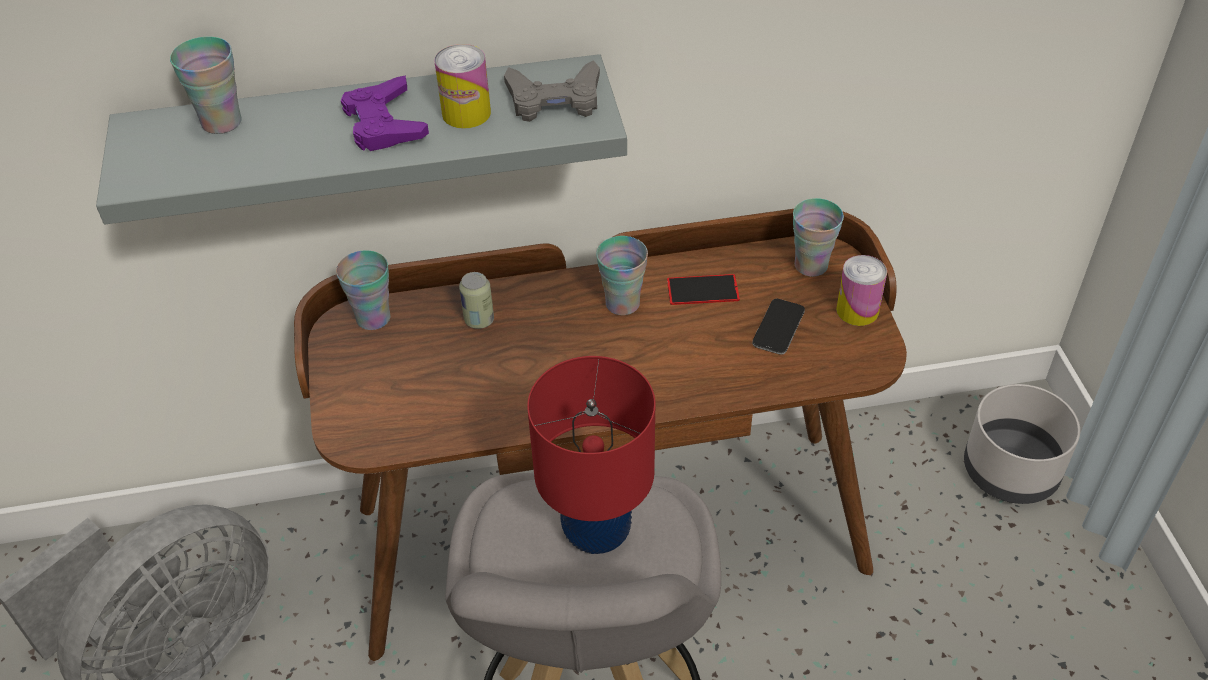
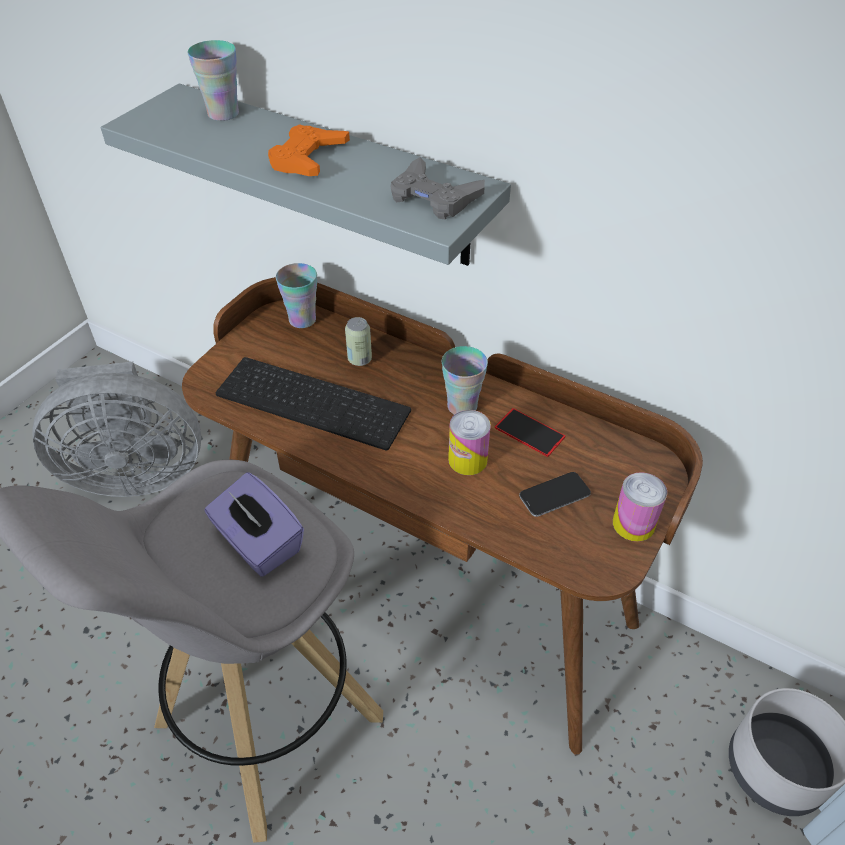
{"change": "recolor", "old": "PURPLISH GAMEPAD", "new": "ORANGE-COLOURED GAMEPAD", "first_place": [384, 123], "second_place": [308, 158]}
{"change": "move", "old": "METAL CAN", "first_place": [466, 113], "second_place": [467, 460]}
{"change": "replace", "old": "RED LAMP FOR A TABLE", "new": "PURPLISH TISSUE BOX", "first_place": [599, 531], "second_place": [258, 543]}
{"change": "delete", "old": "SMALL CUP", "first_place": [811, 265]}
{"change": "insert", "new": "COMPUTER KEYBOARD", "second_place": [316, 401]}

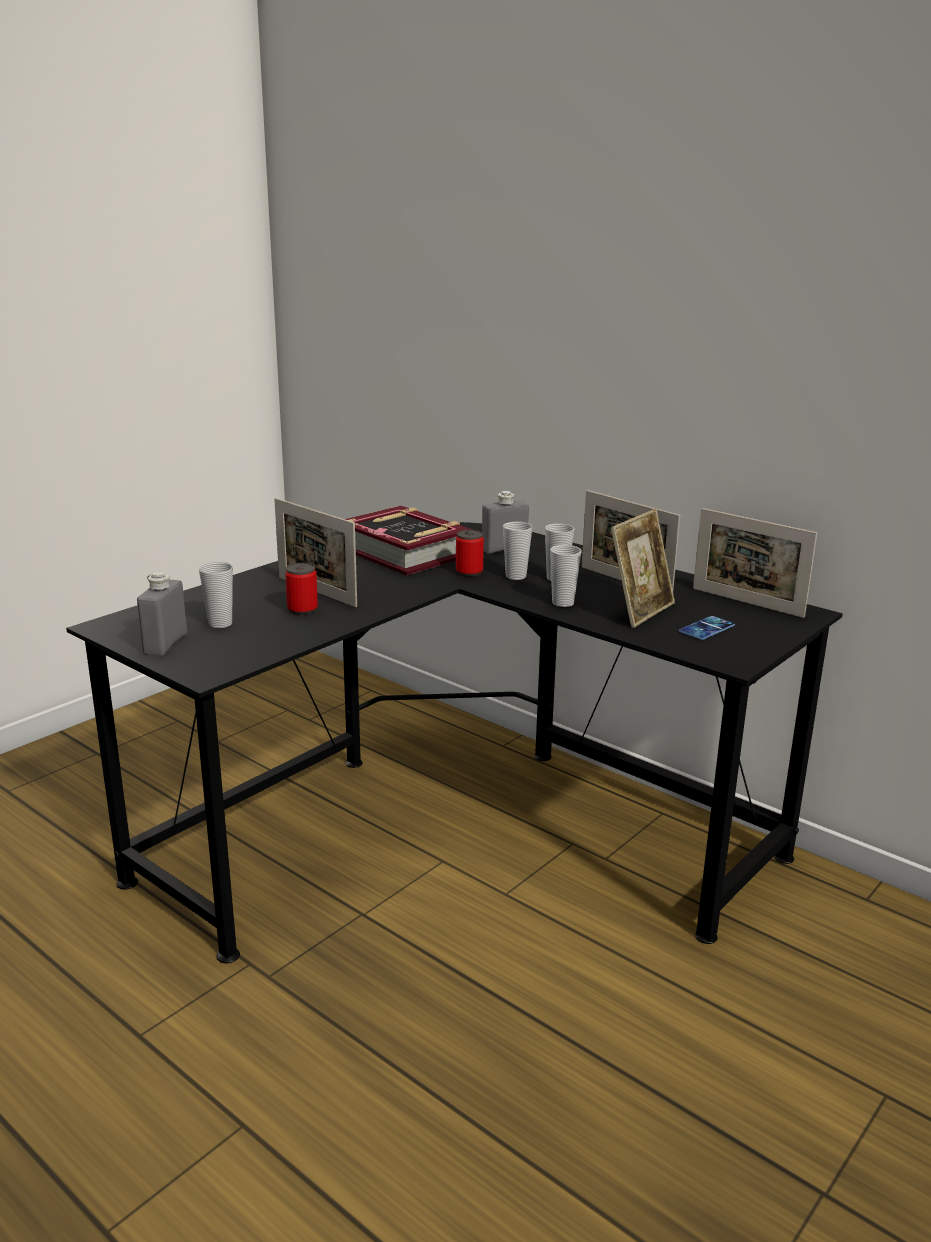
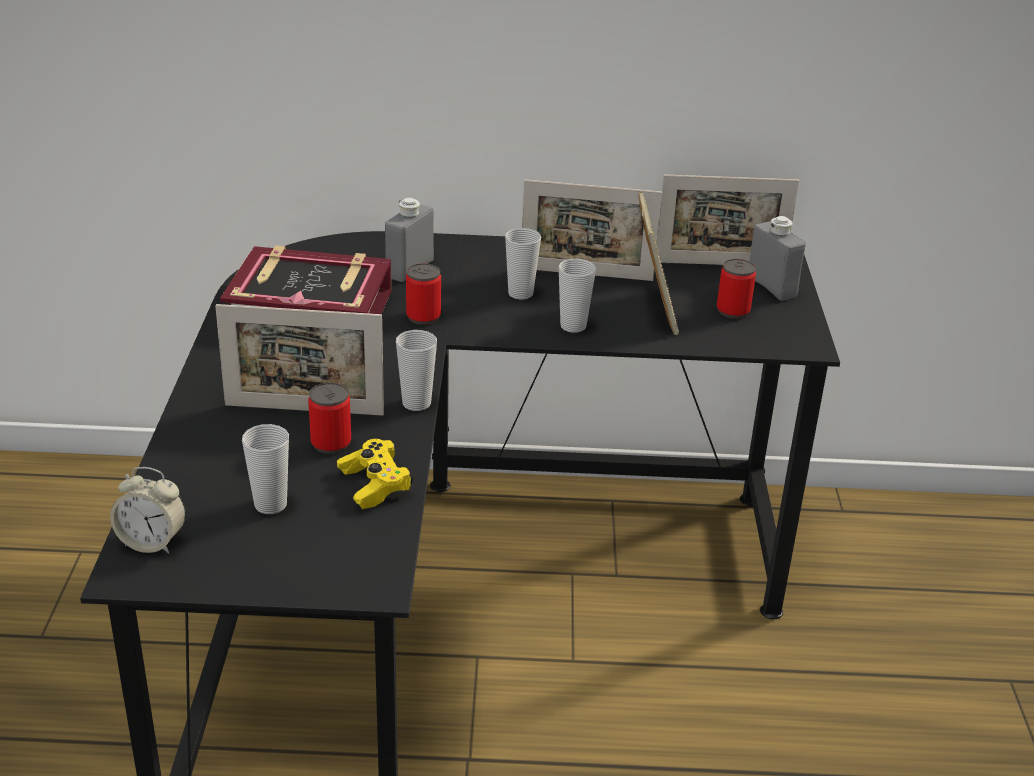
{"change": "move", "old": "GREYISH DRINK BOTTLE", "first_place": [165, 644], "second_place": [771, 287]}
{"change": "move", "old": "SMALL CUP", "first_place": [516, 576], "second_place": [416, 403]}
{"change": "replace", "old": "HANDSET", "new": "METAL CAN", "first_place": [707, 628], "second_place": [733, 311]}
{"change": "insert", "new": "ALARM CLOCK", "second_place": [152, 542]}
{"change": "insert", "new": "YELLOW-COLOURED GAMEPAD", "second_place": [374, 485]}

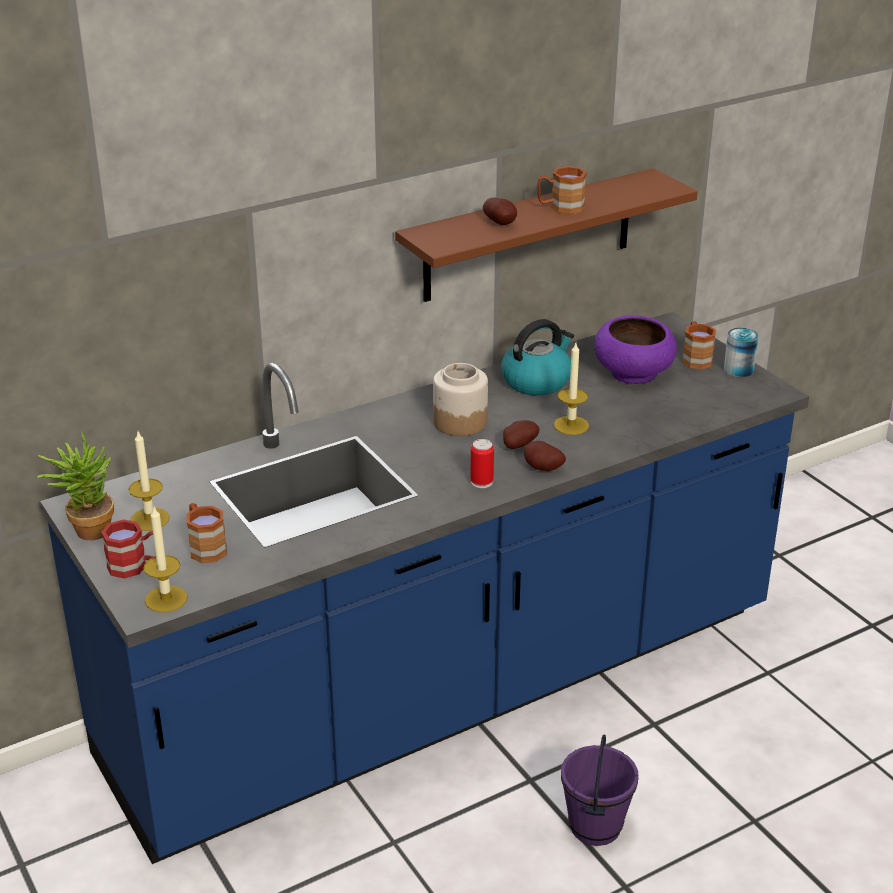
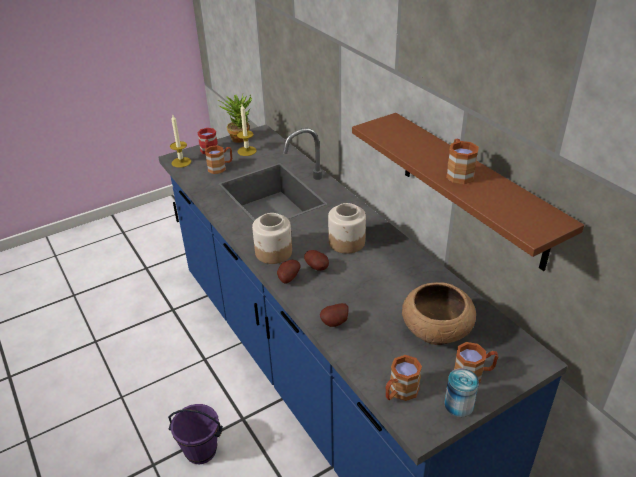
{"change": "replace", "old": "METAL CAN", "new": "JAR", "first_place": [481, 482], "second_place": [273, 252]}
{"change": "move", "old": "POTATO", "first_place": [501, 224], "second_place": [336, 323]}
{"change": "delete", "old": "KETTLE", "first_place": [537, 381]}
{"change": "delete", "old": "WAX LIGHT", "first_place": [571, 425]}
{"change": "recolor", "old": "PURPLISH BOWL", "new": "BROWN BOWL", "first_place": [634, 372], "second_place": [436, 331]}
{"change": "insert", "new": "BROWN MUG", "second_place": [400, 392]}

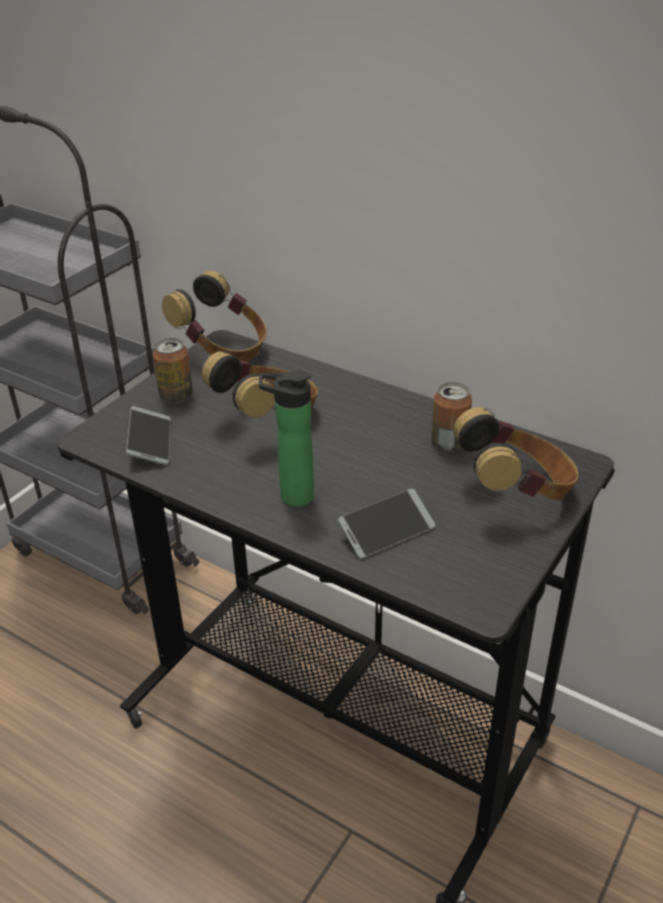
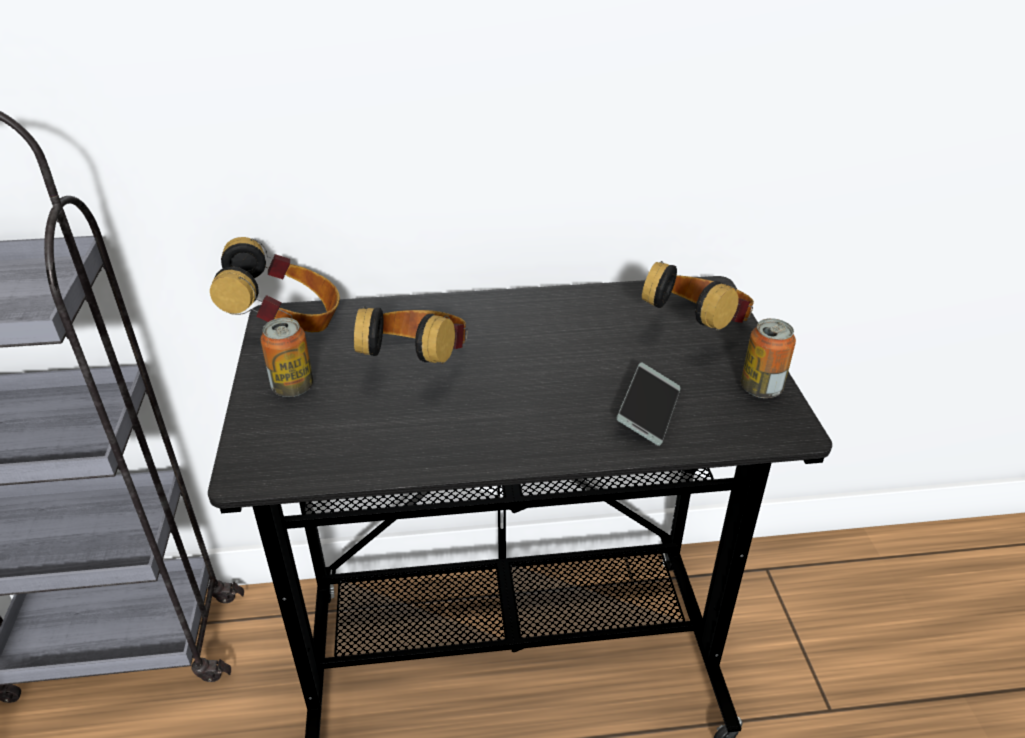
{"change": "delete", "old": "HANDSET", "first_place": [150, 442]}
{"change": "delete", "old": "DRINK BOTTLE", "first_place": [291, 496]}
{"change": "move", "old": "METAL CAN", "first_place": [449, 443], "second_place": [761, 388]}

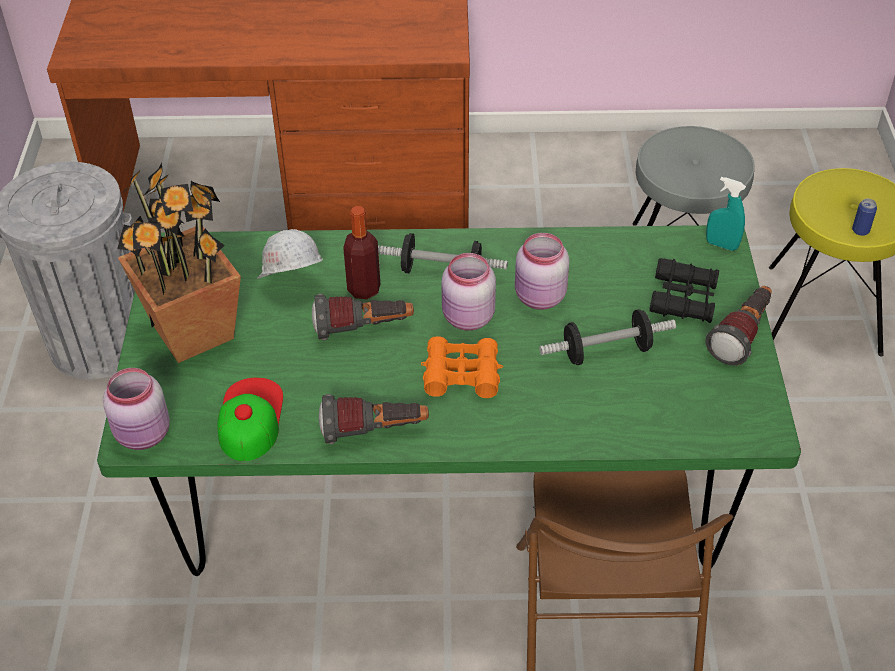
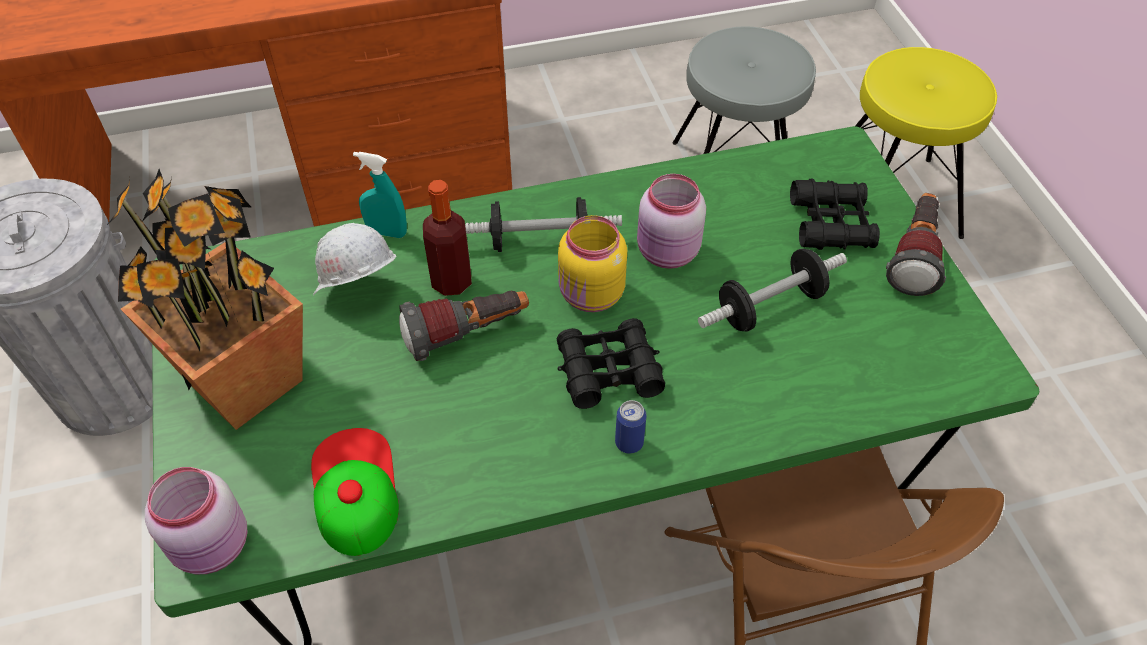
{"change": "delete", "old": "HAND TORCH", "first_place": [374, 432]}
{"change": "recolor", "old": "ORANGE-COLOURED FIELD GLASSES", "new": "BLACK FIELD GLASSES", "first_place": [461, 374], "second_place": [608, 371]}
{"change": "recolor", "old": "PINKISH JAR", "new": "YELLOW-COLOURED JAR", "first_place": [467, 318], "second_place": [591, 296]}
{"change": "move", "old": "TURQUOISE HAND SPRAYER", "first_place": [721, 245], "second_place": [387, 232]}
{"change": "move", "old": "METAL CAN", "first_place": [860, 231], "second_place": [629, 443]}

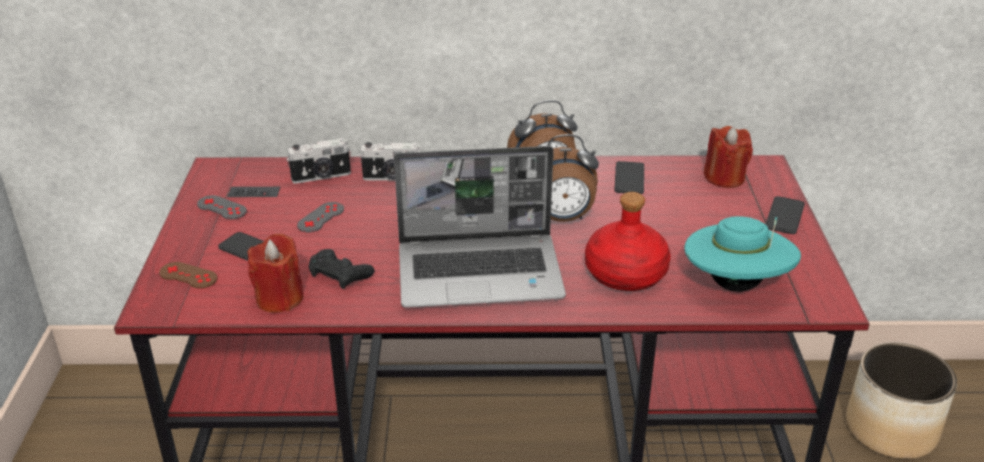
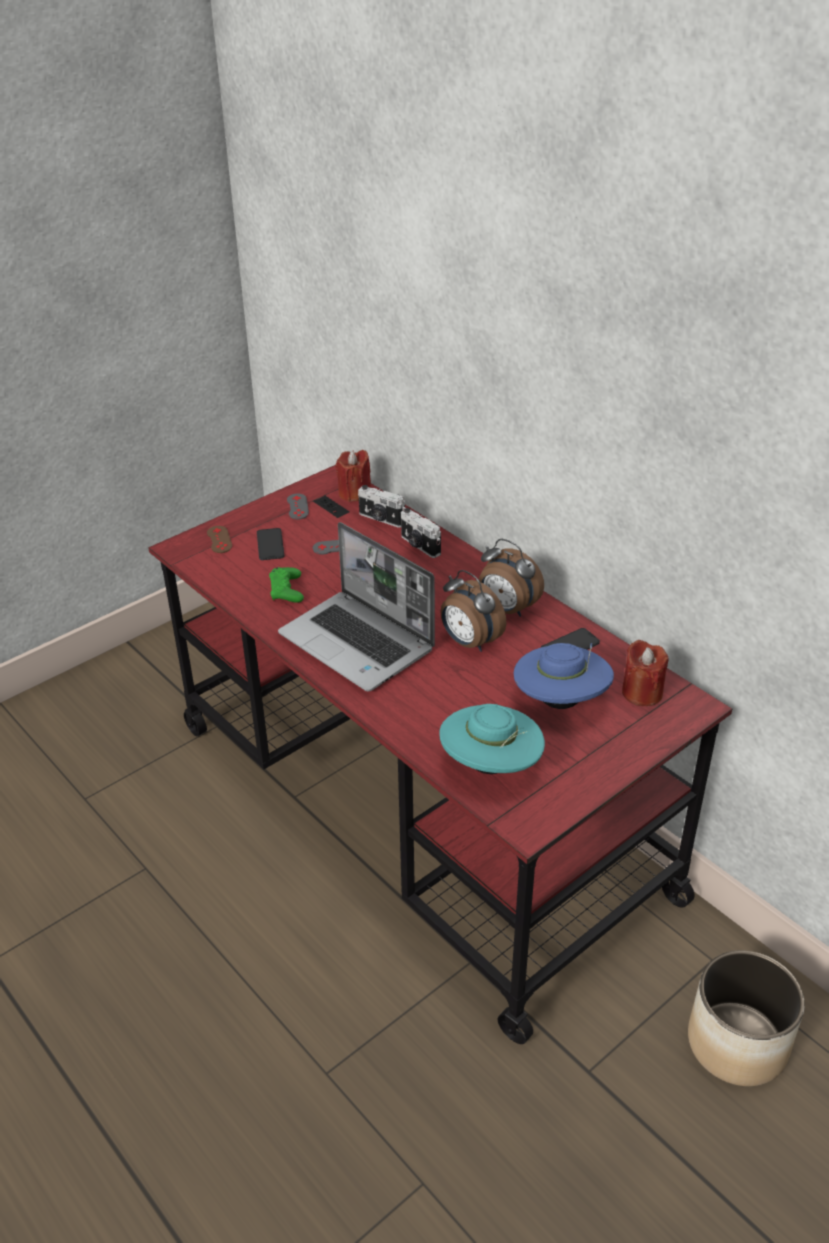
{"change": "move", "old": "RED WAX LIGHT", "first_place": [279, 298], "second_place": [354, 493]}
{"change": "recolor", "old": "BLACK GAMEPAD", "new": "GREEN-COLOURED GAMEPAD", "first_place": [340, 274], "second_place": [286, 590]}
{"change": "delete", "old": "RED DRINK BOTTLE", "first_place": [626, 274]}
{"change": "delete", "old": "HANDSET", "first_place": [784, 216]}
{"change": "insert", "new": "BLUE-COLOURED CLOTHING HAT", "second_place": [560, 701]}

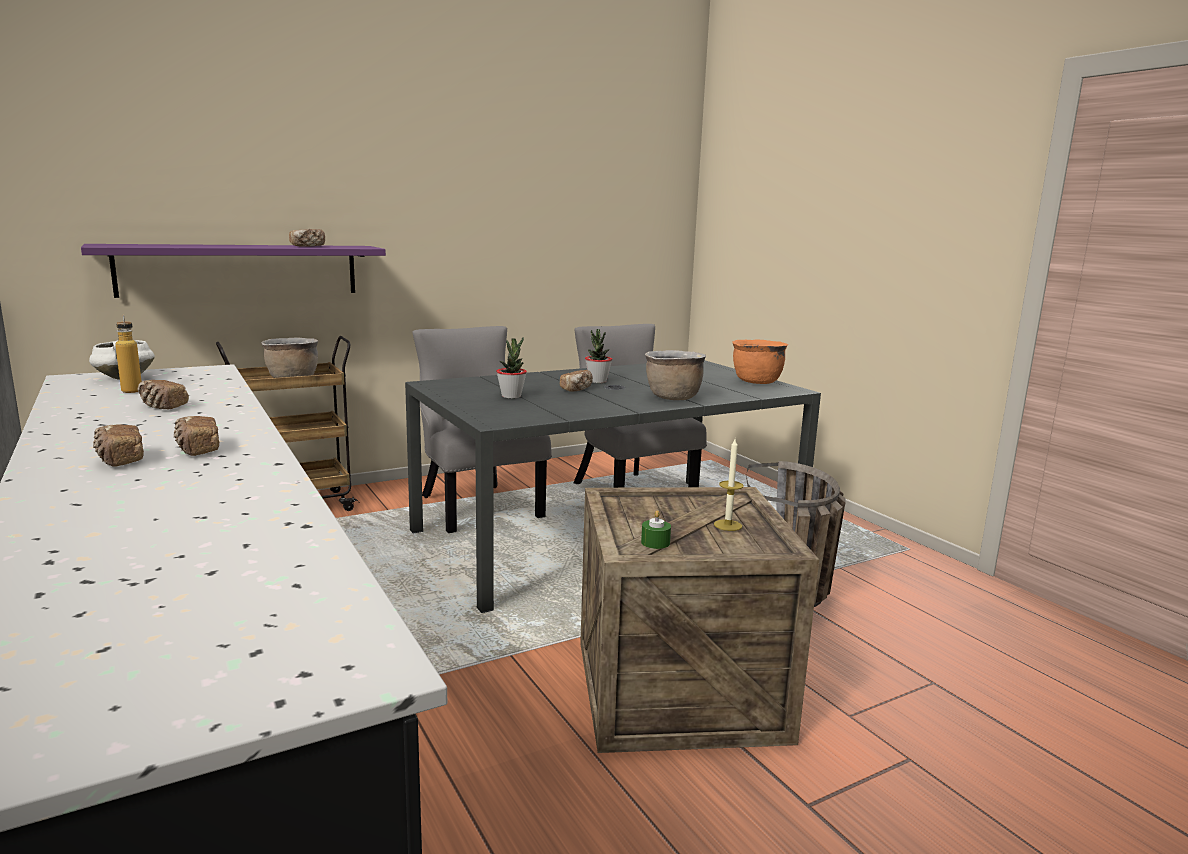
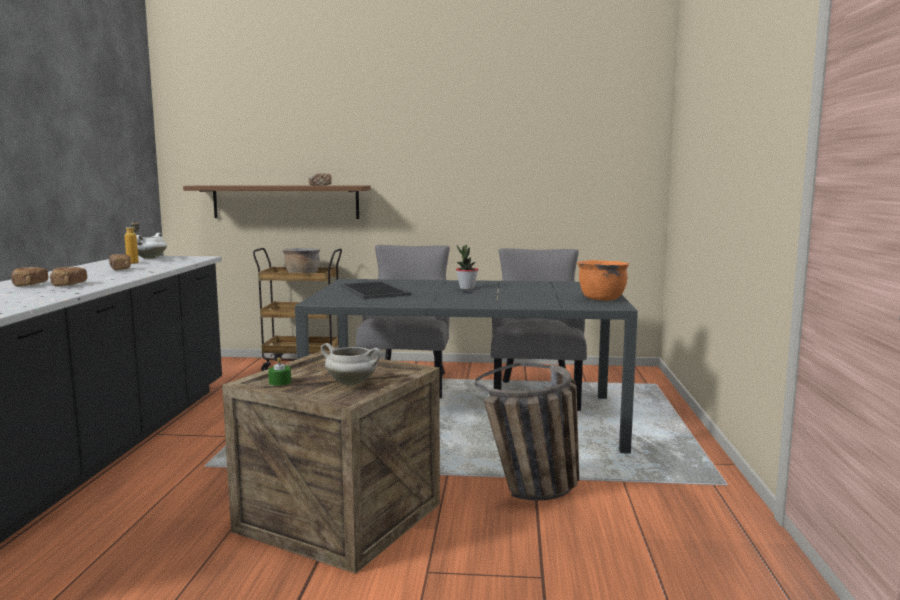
{"change": "recolor", "old": "PURPLISH WALL SHELF", "new": "BROWN WALL SHELF", "first_place": [240, 270], "second_place": [285, 202]}
{"change": "replace", "old": "PLANT IN A POT", "new": "CARRYING TRAY", "first_place": [511, 396], "second_place": [376, 290]}
{"change": "delete", "old": "BAKED BREAD", "first_place": [577, 389]}
{"change": "delete", "old": "BROWN COOKING POT", "first_place": [672, 397]}
{"change": "replace", "old": "WAX LIGHT", "new": "WHITE-COLOURED COOKING POT", "first_place": [728, 525], "second_place": [352, 383]}

